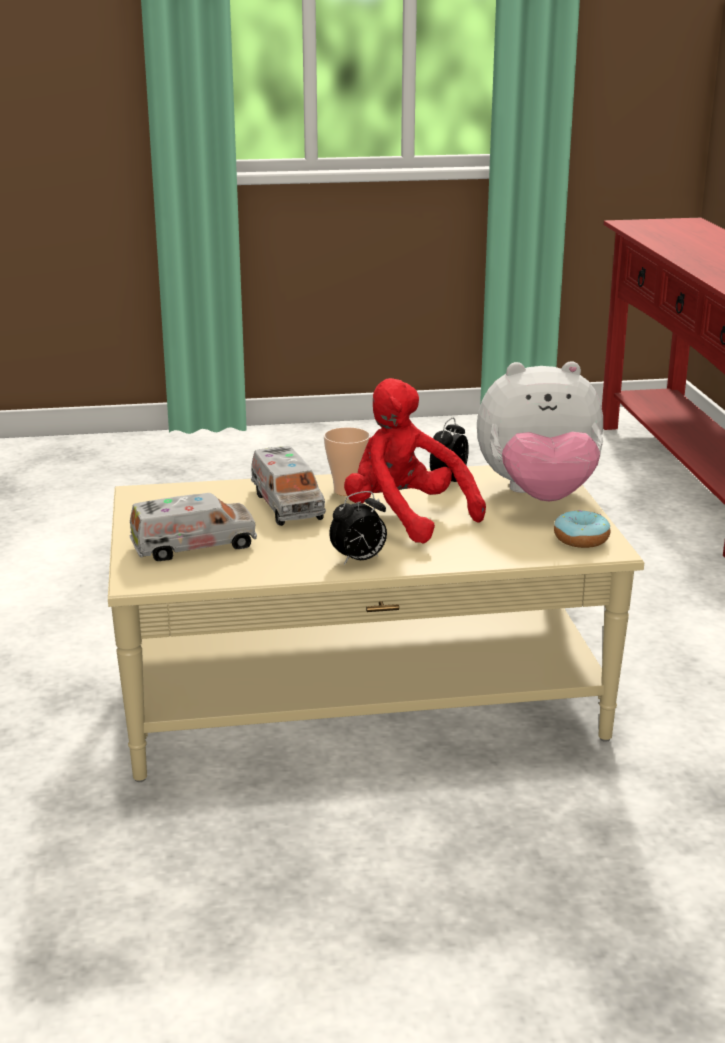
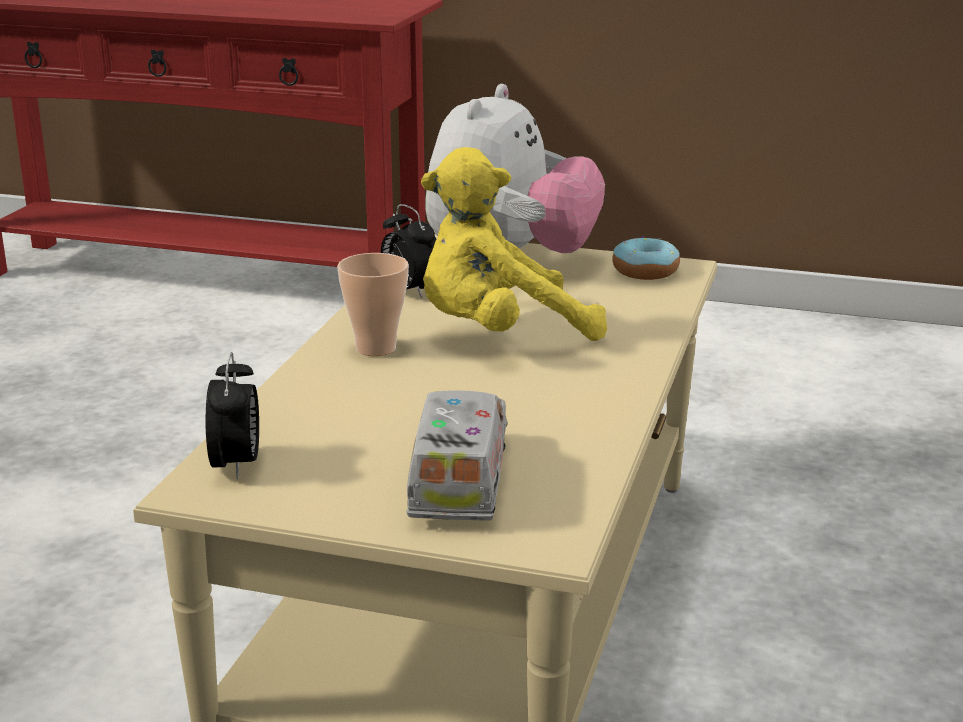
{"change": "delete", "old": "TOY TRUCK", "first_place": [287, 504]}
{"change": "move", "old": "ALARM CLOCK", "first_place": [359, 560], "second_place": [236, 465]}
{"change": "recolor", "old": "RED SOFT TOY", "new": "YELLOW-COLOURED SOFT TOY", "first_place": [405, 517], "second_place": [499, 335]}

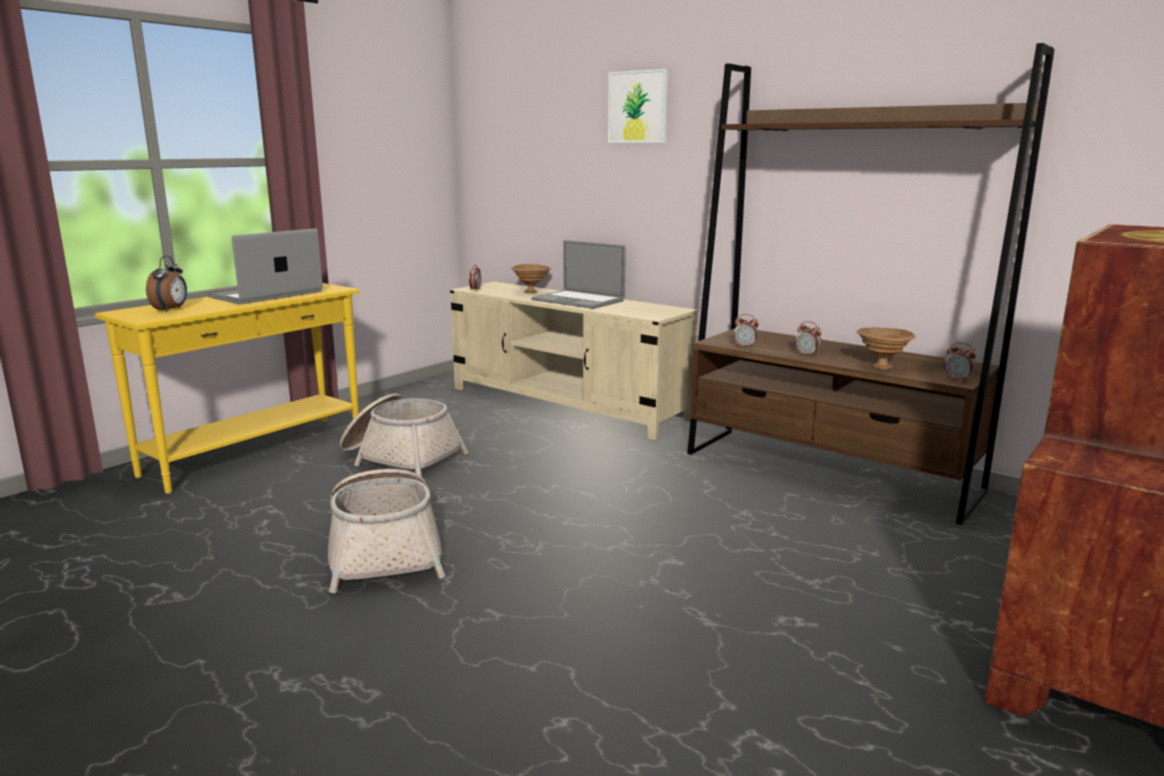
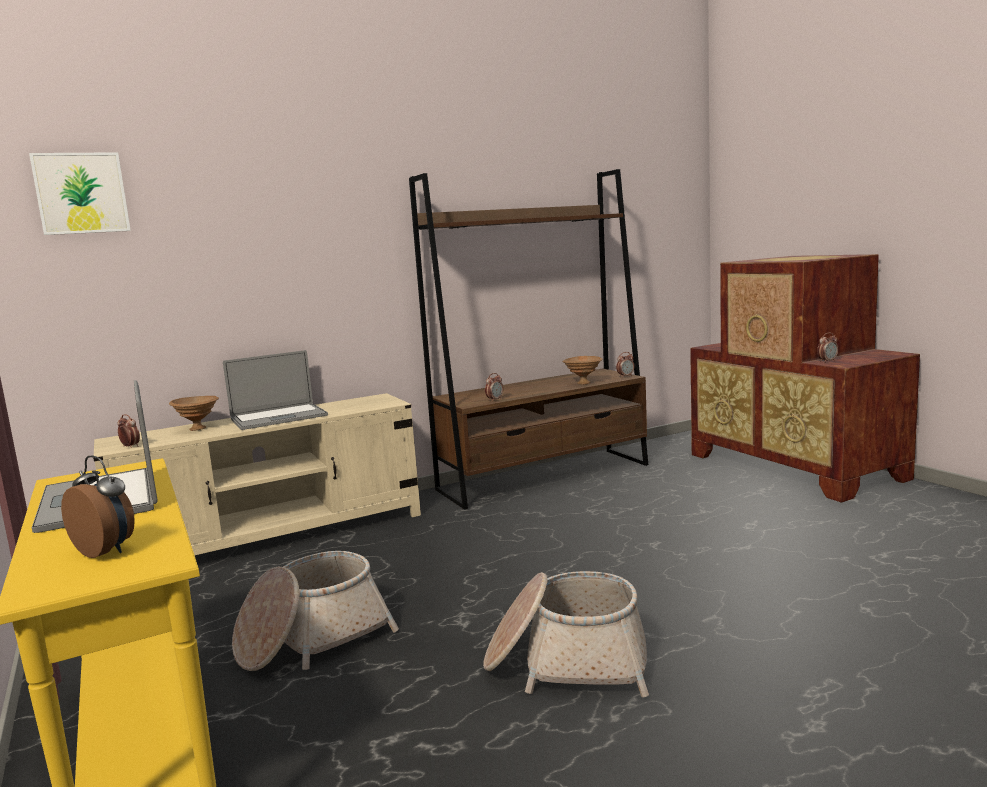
{"change": "move", "old": "WALL PICTURE", "first_place": [638, 107], "second_place": [81, 193]}
{"change": "move", "old": "ALARM CLOCK", "first_place": [807, 355], "second_place": [827, 361]}

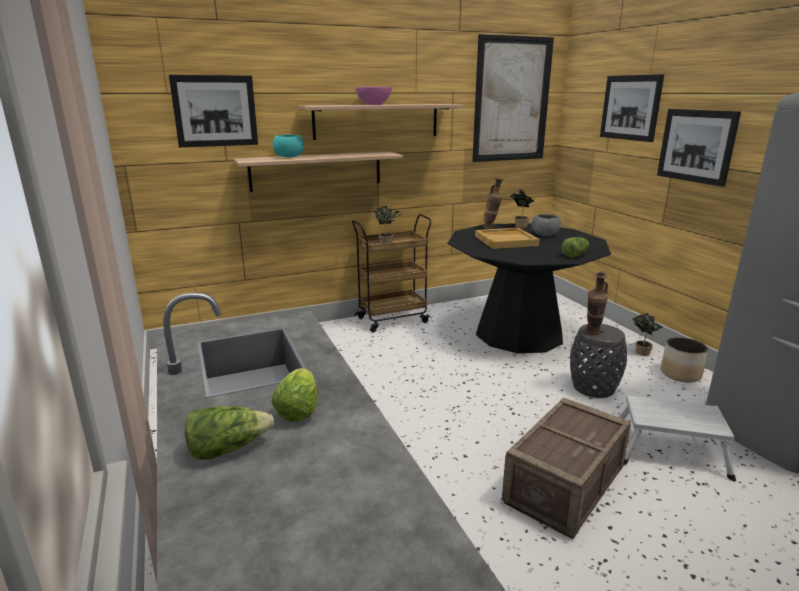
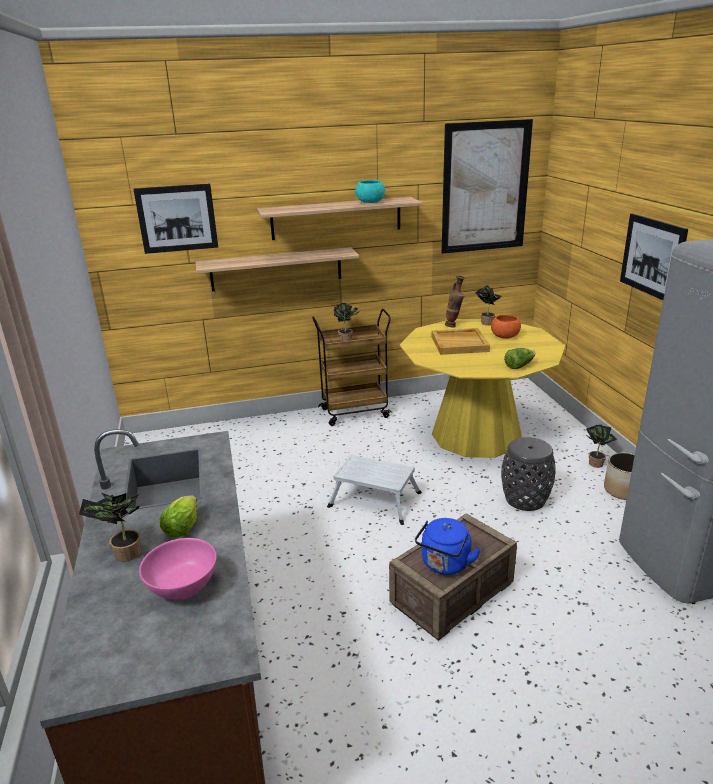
{"change": "replace", "old": "LETTUCE HEAD", "new": "PLANT IN A POT", "first_place": [228, 448], "second_place": [124, 555]}
{"change": "move", "old": "TURQUOISE BOWL", "first_place": [289, 157], "second_place": [370, 202]}
{"change": "move", "old": "PINKISH BOWL", "first_place": [374, 104], "second_place": [183, 587]}
{"change": "recolor", "old": "BLACK KITCHEN TABLE", "new": "YELLOW-COLOURED KITCHEN TABLE", "first_place": [519, 333], "second_place": [476, 435]}
{"change": "recolor", "old": "GREYISH BOWL", "new": "ORANGE-COLOURED BOWL", "first_place": [545, 235], "second_place": [505, 336]}
{"change": "delete", "old": "VASE", "first_place": [592, 333]}
{"change": "delete", "old": "WALL PICTURE", "first_place": [630, 107]}
{"change": "move", "old": "WHITE-COLOURED STEP STOOL", "first_place": [668, 450], "second_place": [374, 499]}
{"change": "insert", "new": "BLUE-COLOURED KETTLE", "second_place": [445, 565]}

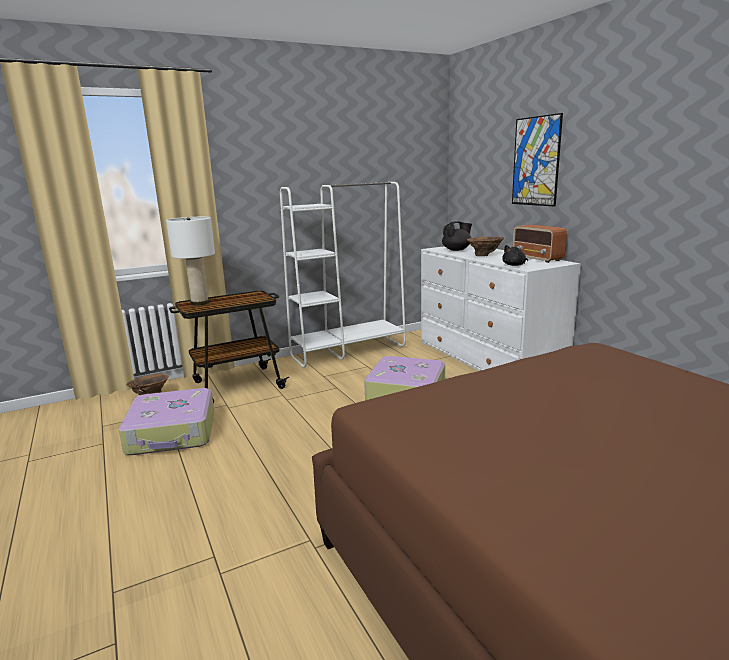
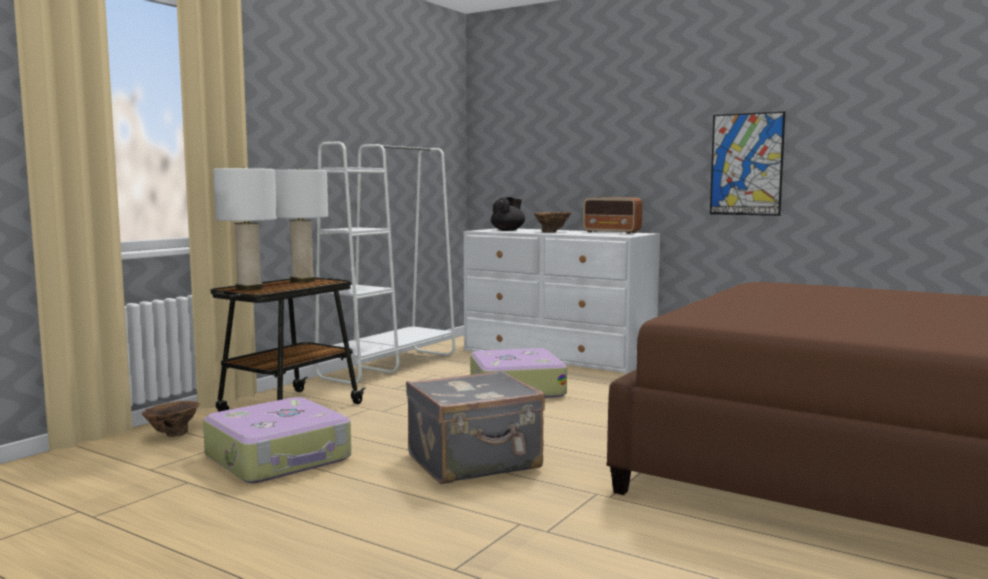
{"change": "delete", "old": "BLACK SOFT TOY", "first_place": [515, 265]}
{"change": "move", "old": "WALL PICTURE", "first_place": [536, 161], "second_place": [746, 164]}
{"change": "insert", "new": "WHITE-COLOURED LAMP FOR A TABLE", "second_place": [303, 281]}
{"change": "insert", "new": "GREYISH SUITCASE", "second_place": [475, 463]}

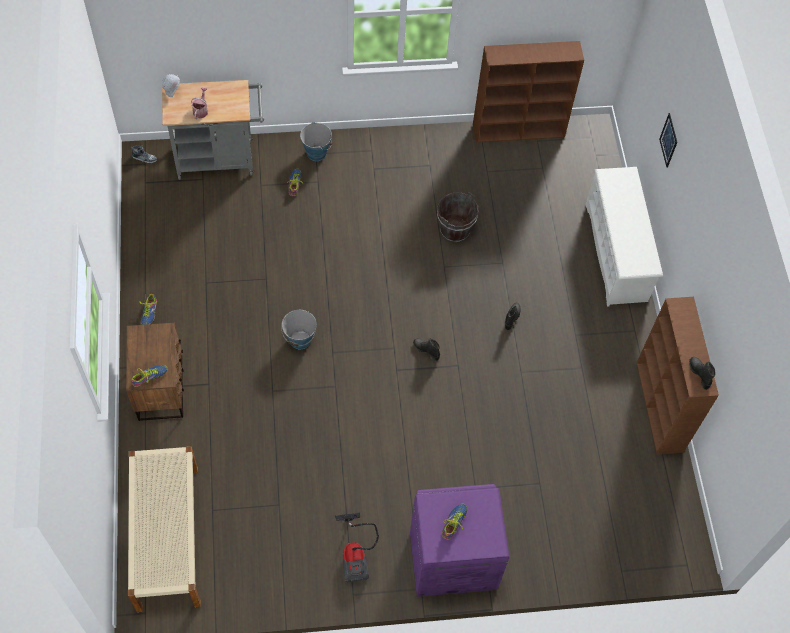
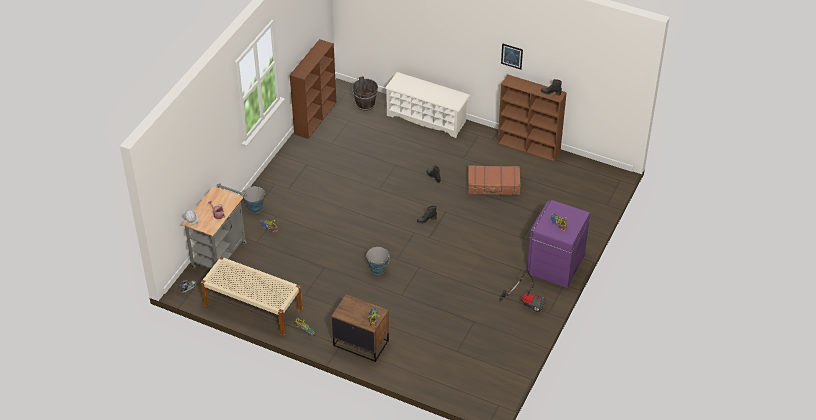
{"change": "move", "old": "SAND-COLOURED LONG SEAT", "first_place": [167, 537], "second_place": [252, 307]}
{"change": "move", "old": "BROWN BUCKET", "first_place": [455, 230], "second_place": [365, 104]}
{"change": "move", "old": "WALL PICTURE", "first_place": [668, 140], "second_place": [512, 56]}
{"change": "insert", "new": "BROWN SUITCASE", "second_place": [493, 185]}

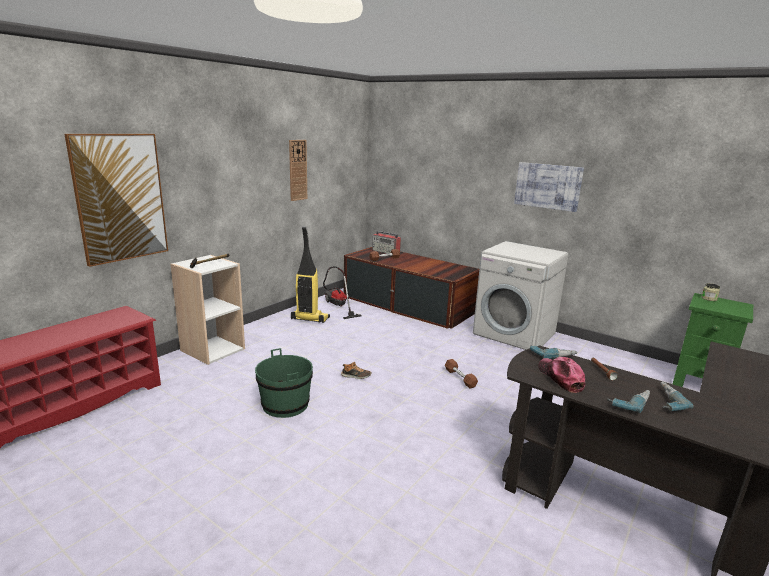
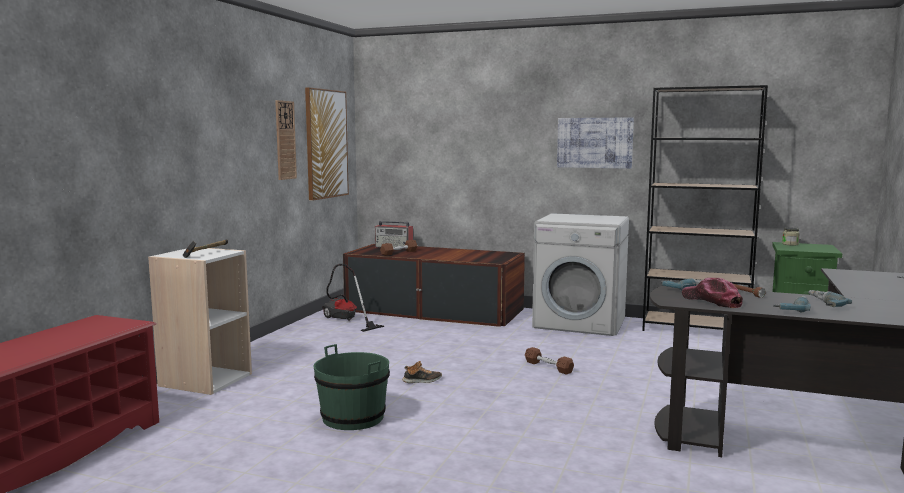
{"change": "move", "old": "WALL PICTURE", "first_place": [120, 198], "second_place": [326, 144]}
{"change": "delete", "old": "VACUUM", "first_place": [309, 319]}
{"change": "insert", "new": "SAND-COLOURED SHELVING UNIT", "second_place": [695, 329]}

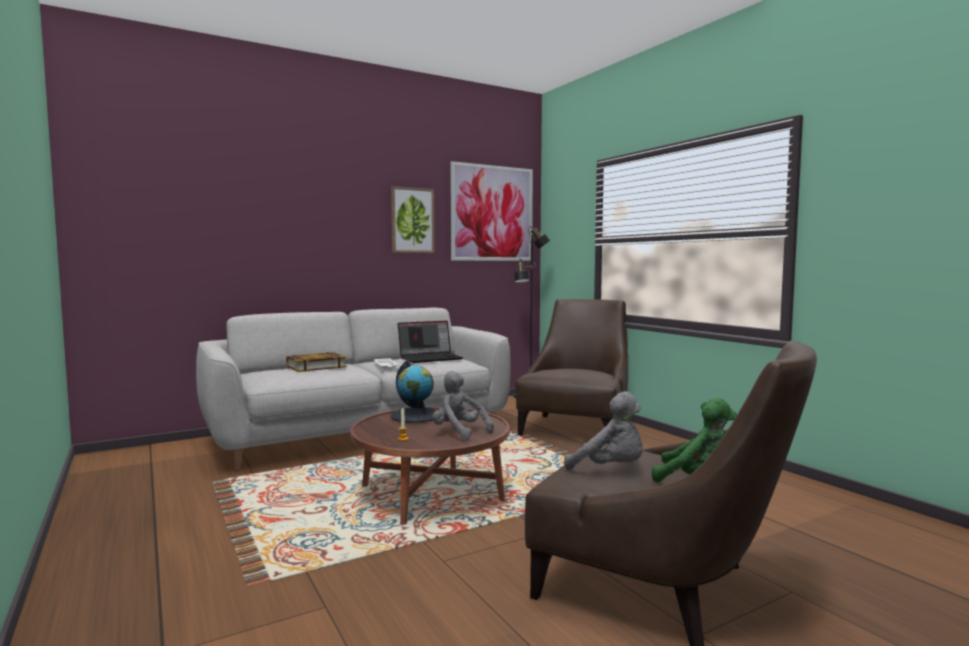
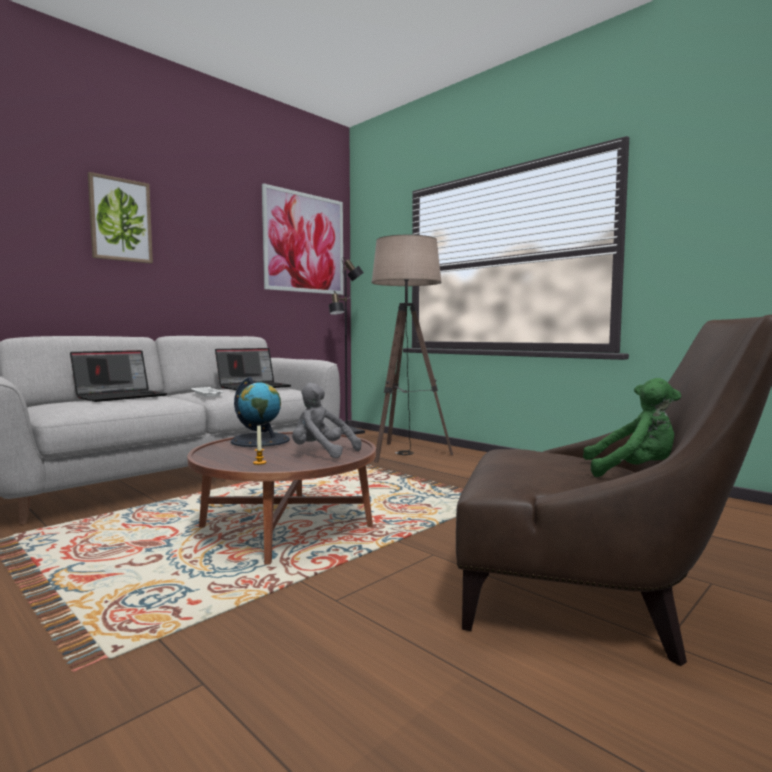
{"change": "replace", "old": "BOOK", "new": "PORTABLE COMPUTER", "first_place": [316, 366], "second_place": [121, 396]}
{"change": "move", "old": "WALL PICTURE", "first_place": [412, 220], "second_place": [120, 220]}
{"change": "replace", "old": "BROWN LOUNGE CHAIR", "new": "FLOOR LAMP", "first_place": [576, 426], "second_place": [405, 453]}
{"change": "delete", "old": "GREYISH SOFT TOY", "first_place": [610, 469]}

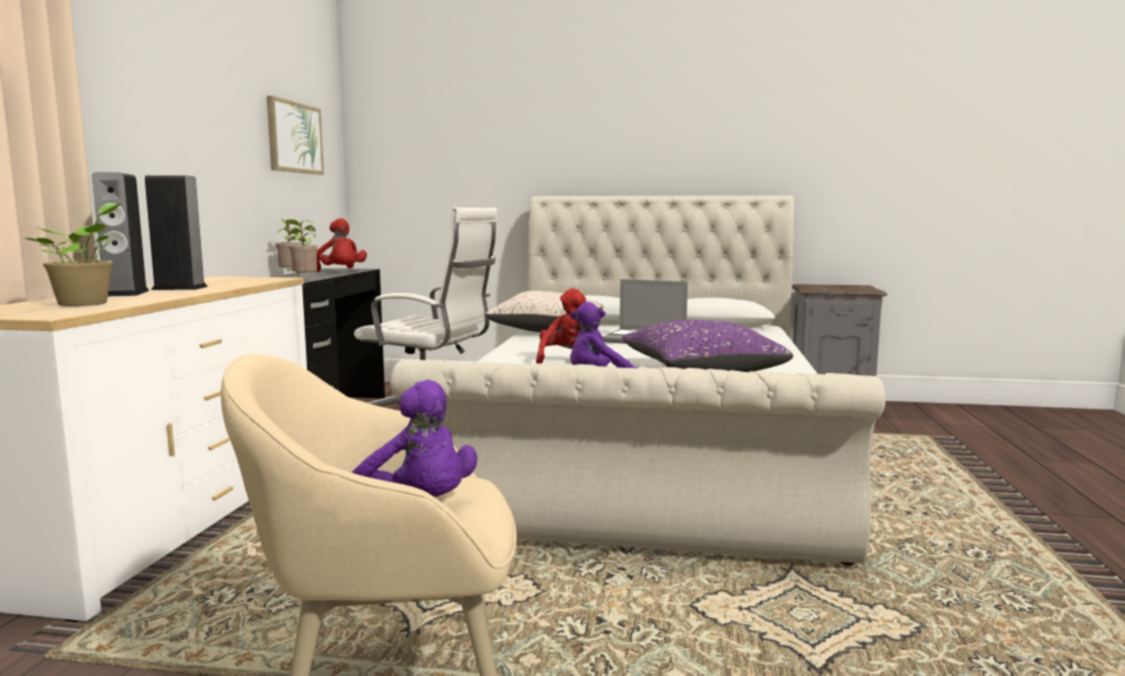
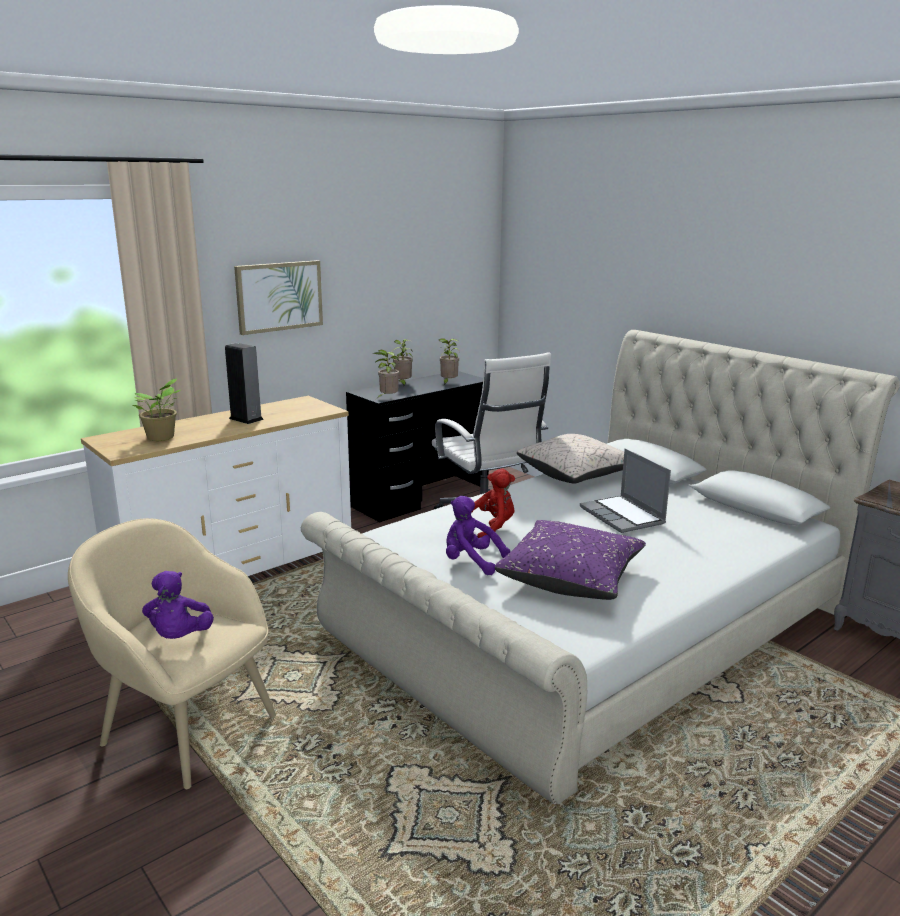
{"change": "delete", "old": "SPEAKER", "first_place": [125, 293]}
{"change": "move", "old": "WALL PICTURE", "first_place": [294, 138], "second_place": [279, 296]}
{"change": "replace", "old": "RED SOFT TOY", "new": "PLANT IN A POT", "first_place": [341, 272], "second_place": [448, 383]}

